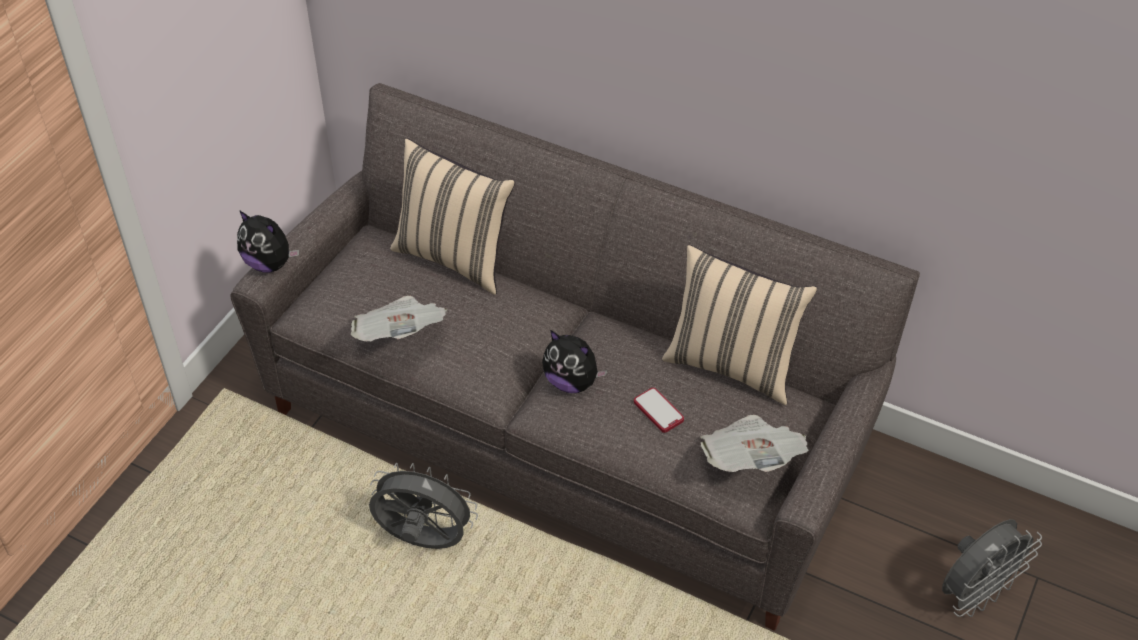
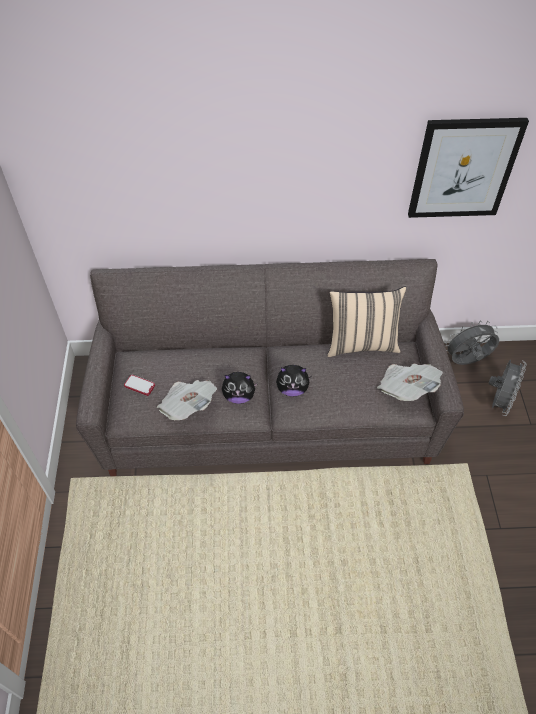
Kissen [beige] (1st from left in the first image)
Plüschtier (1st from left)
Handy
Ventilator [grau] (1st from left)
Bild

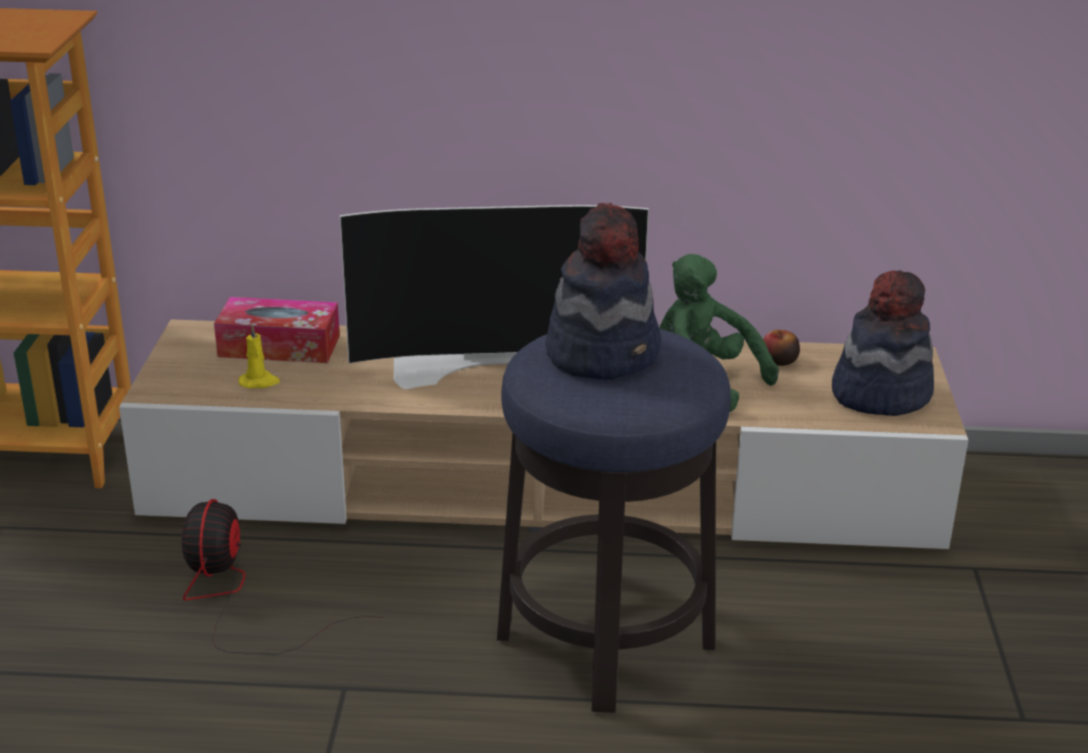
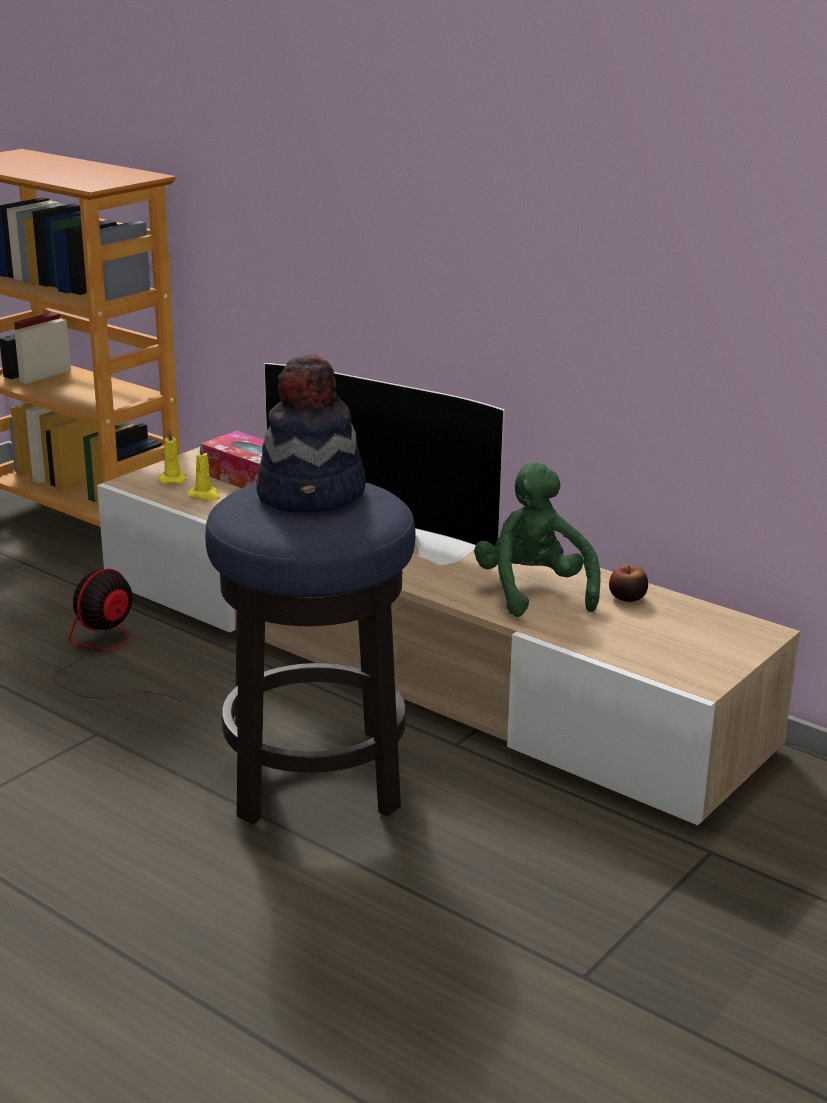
Hut (2nd from left in the first image)
Kerze [gelb] (1st from left)

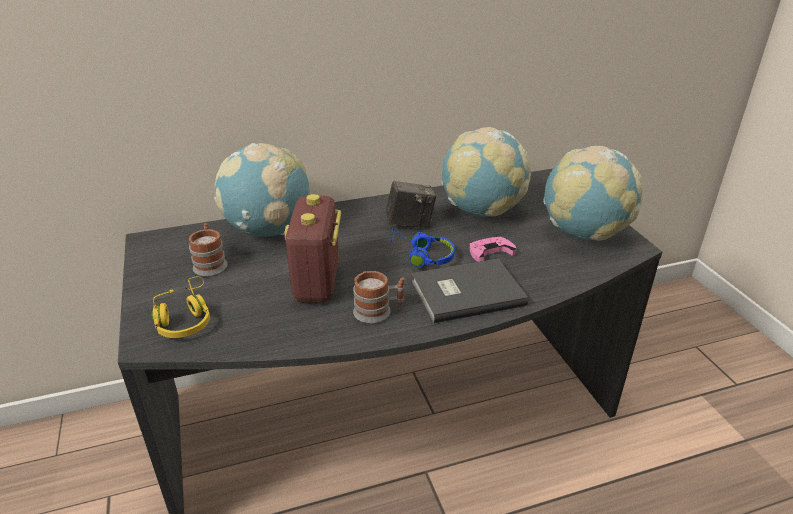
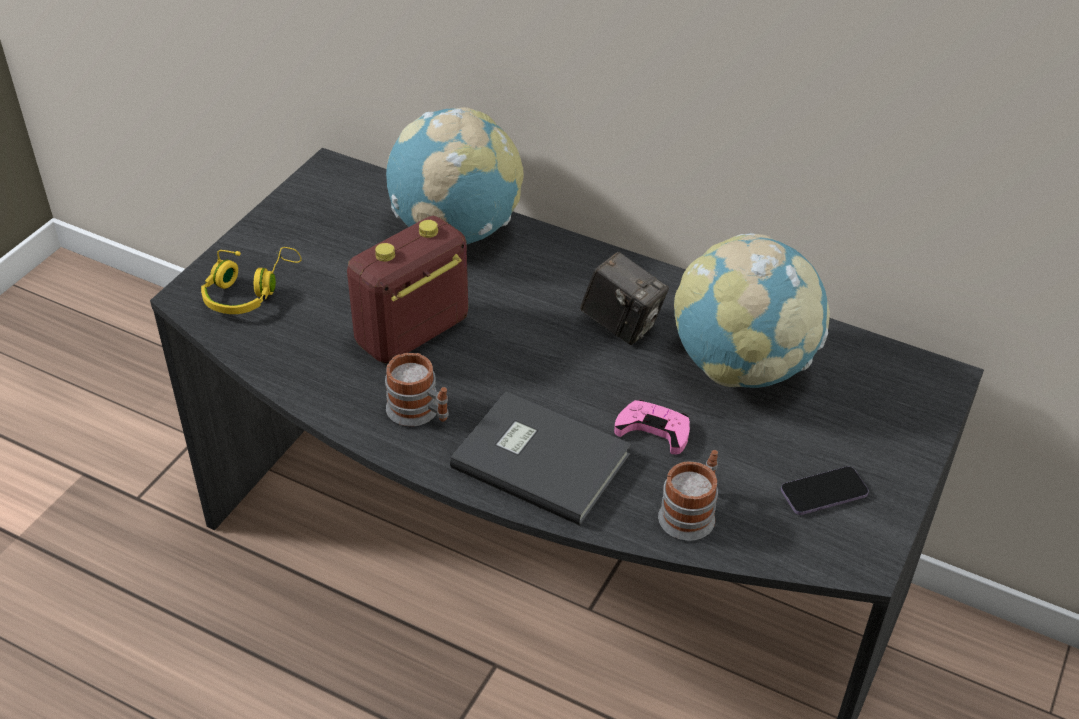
Handy
Henkelbecher (2nd from left)
Kopfhörer [blau]

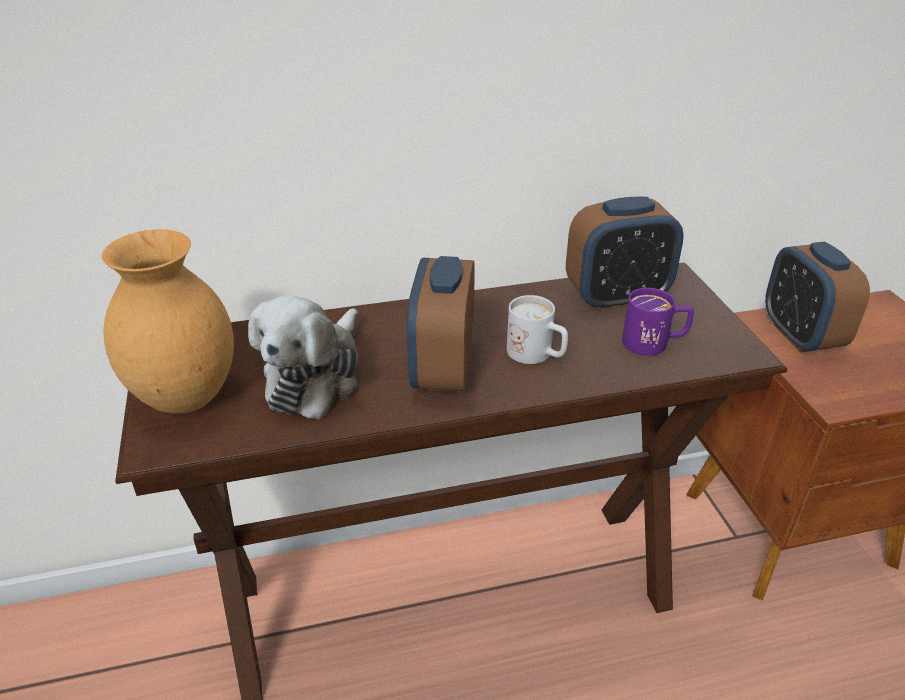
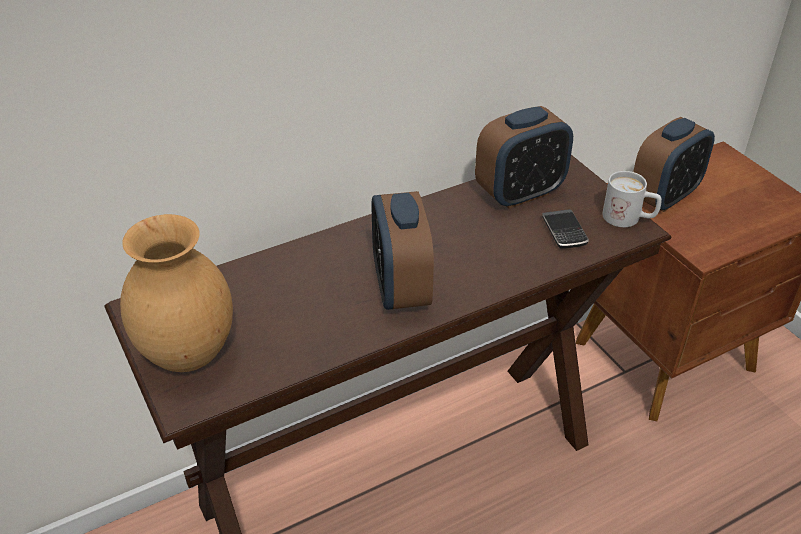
Wecker (3rd from left)
Handy
Henkelbecher [weiß]
Plüschtier

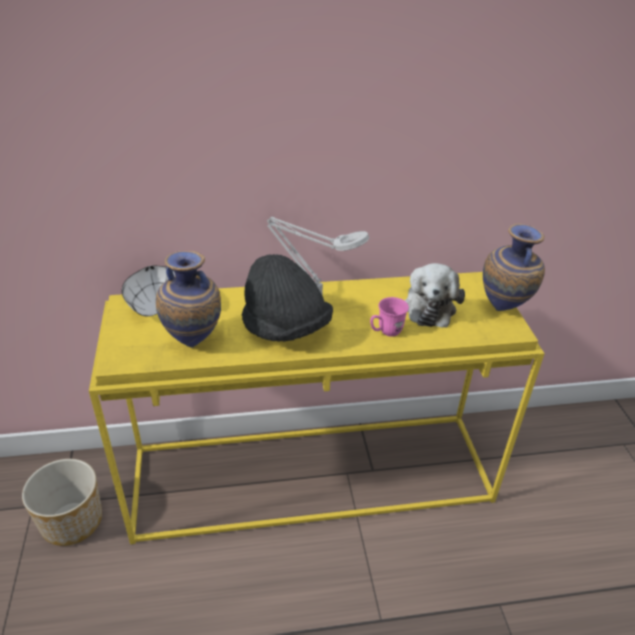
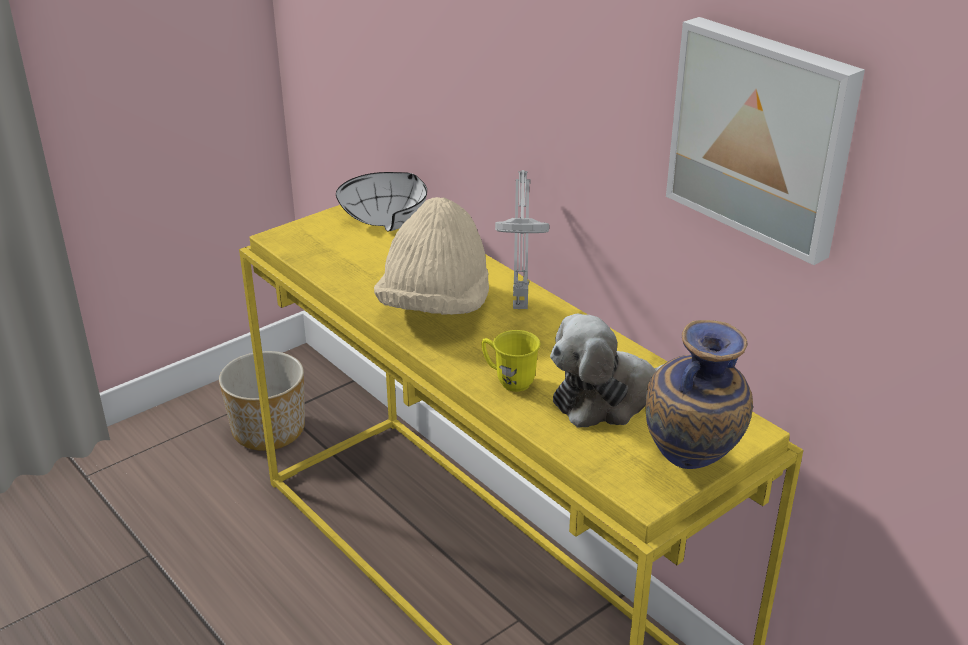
Vase (1st from left in the first image)
Hut [beige]
Henkelbecher [gelb]
Bild

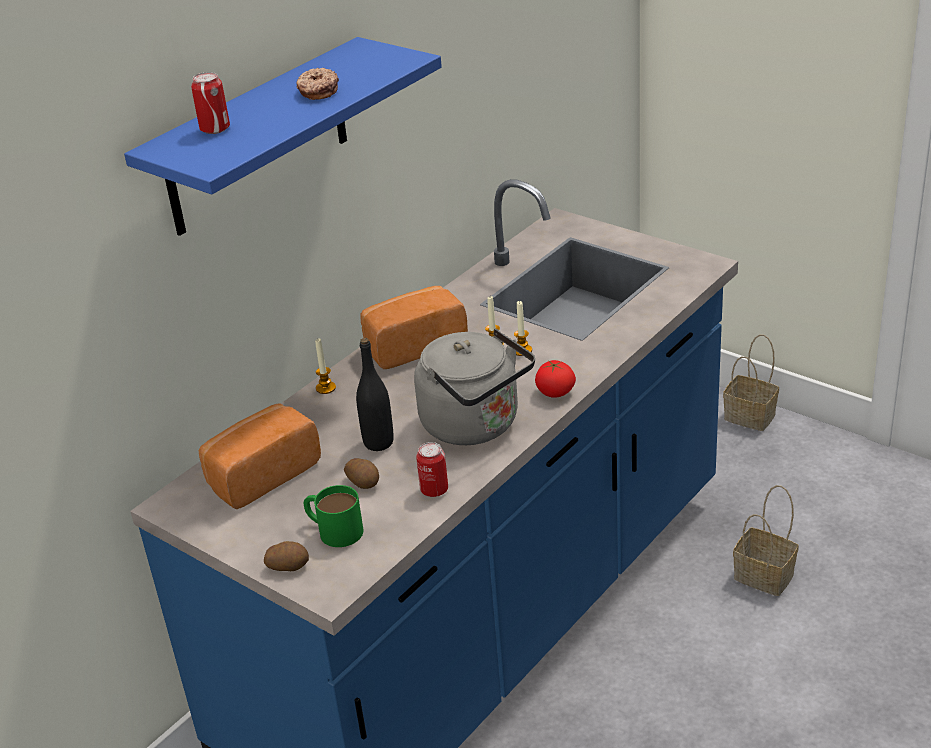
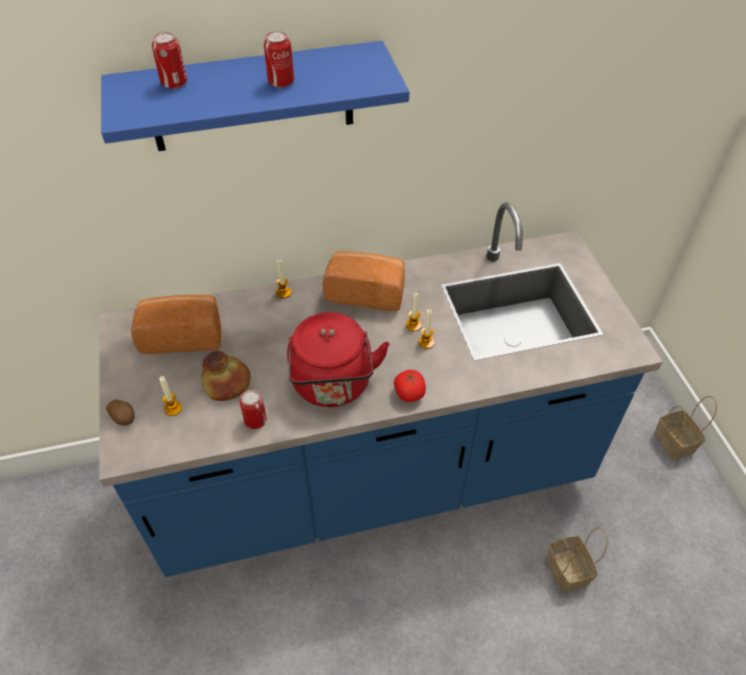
Dose (3rd from left)
Wasserkessel [rot]
Flasche [schwarz]
Brot (2nd from left)
Kerze (1st from left)

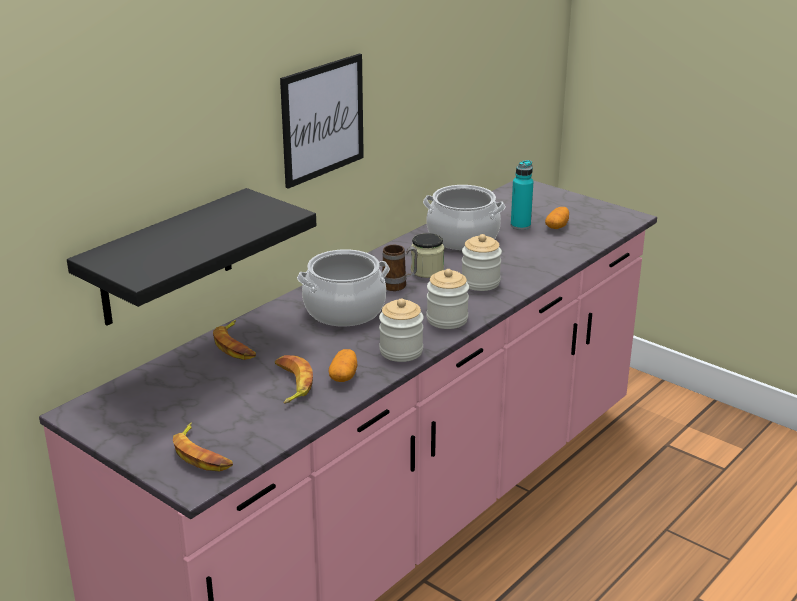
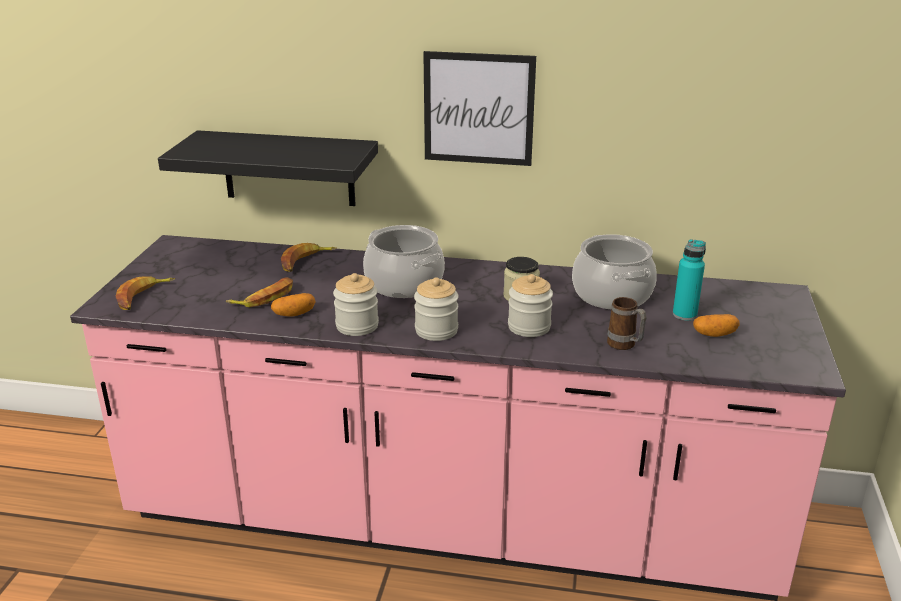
Henkelbecher

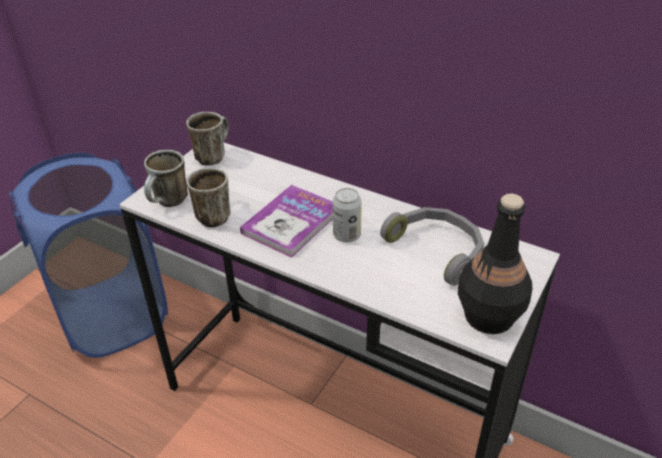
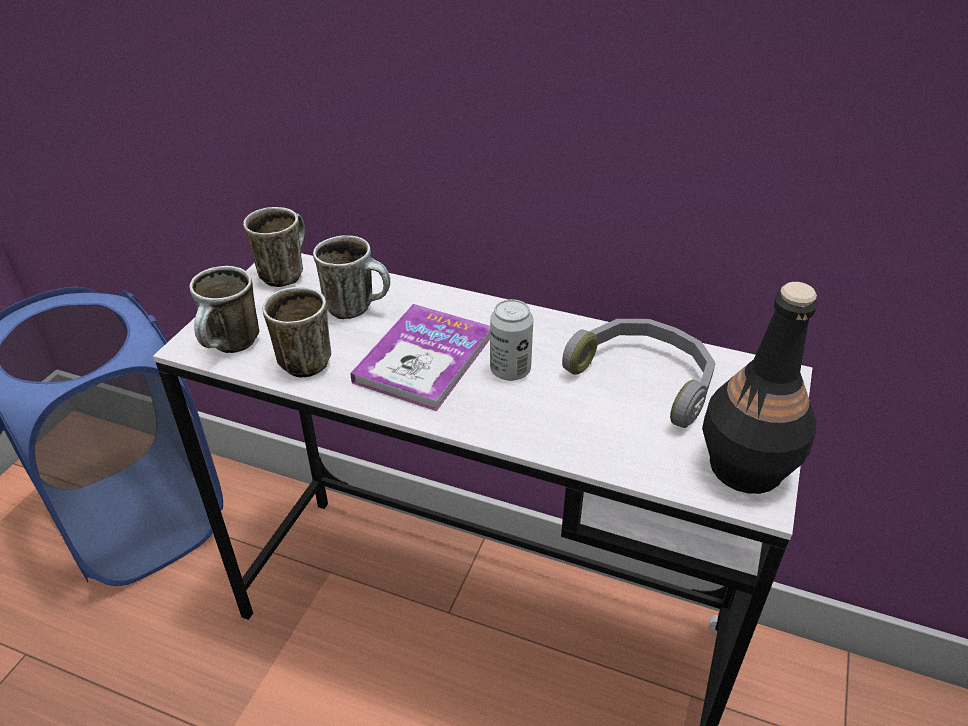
Henkelbecher (4th from left)

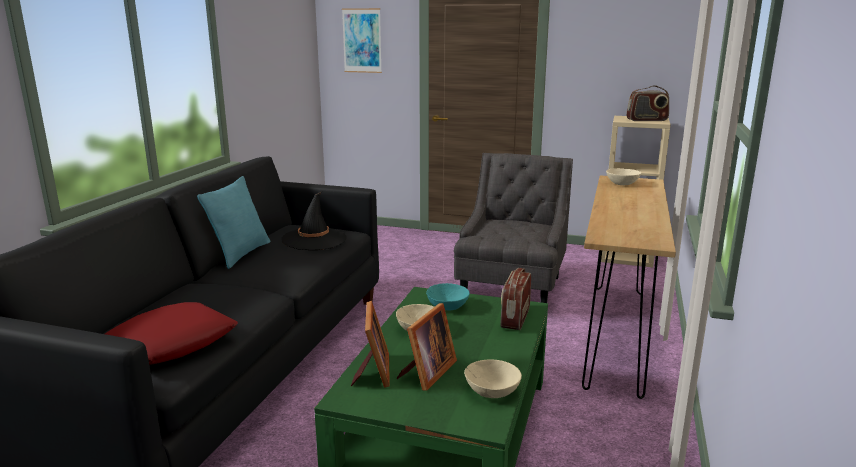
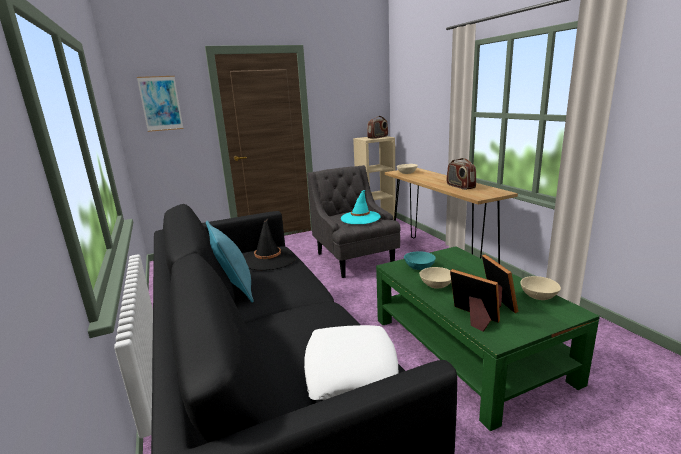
Radio (2nd from left)
Kissen [weiß]
Hut [türkis]

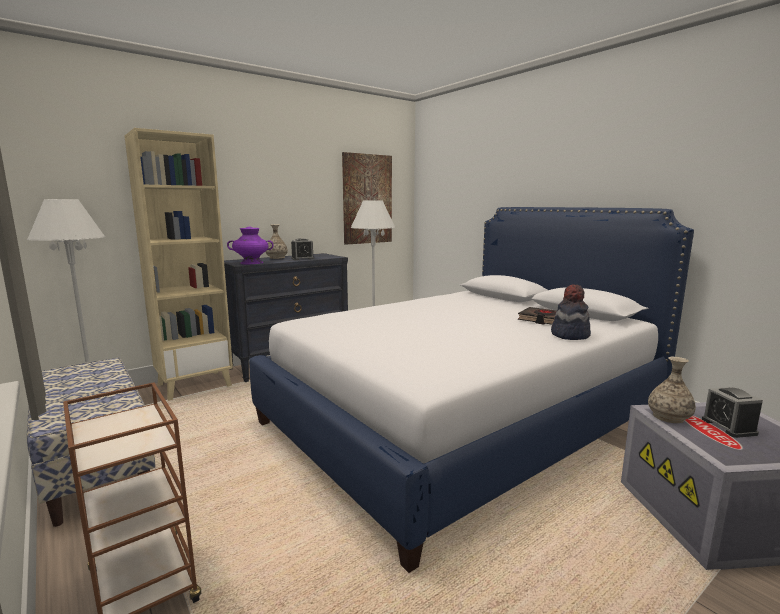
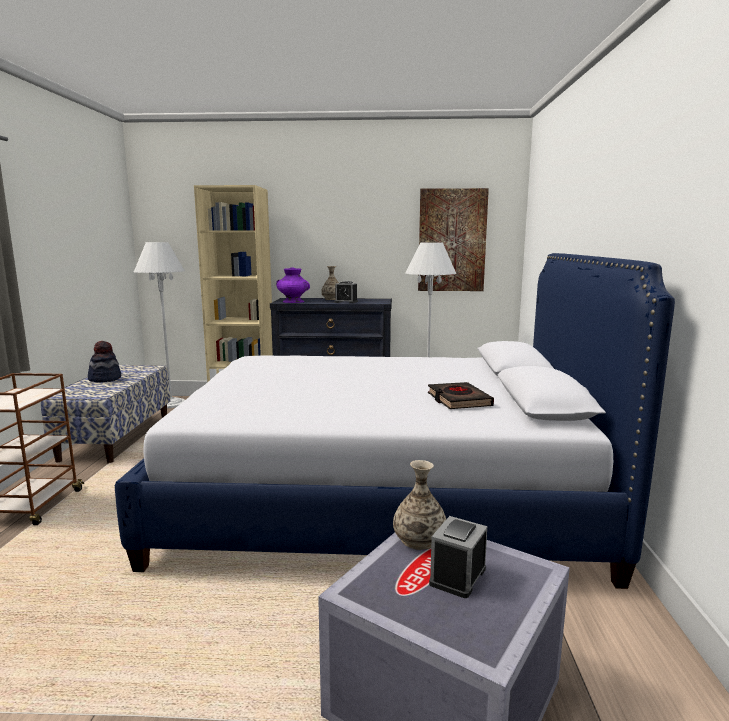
Hut

